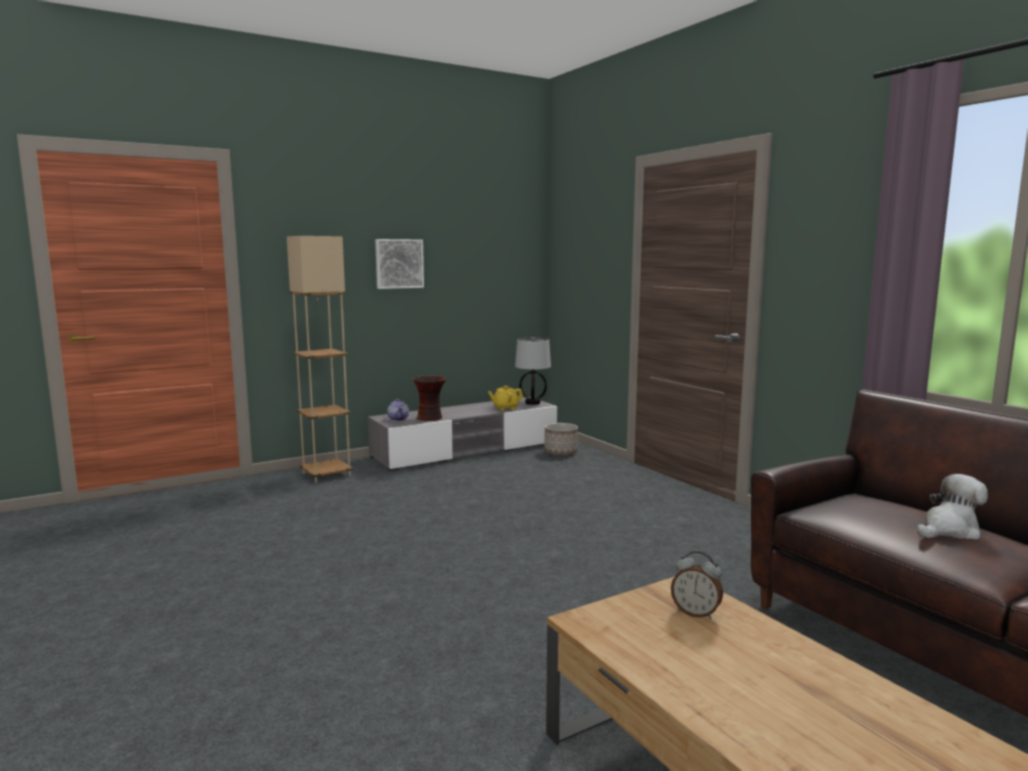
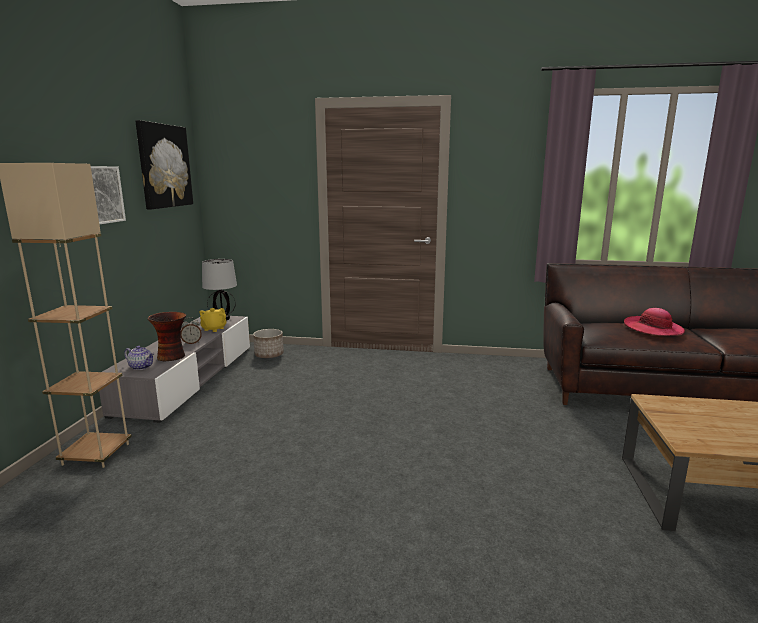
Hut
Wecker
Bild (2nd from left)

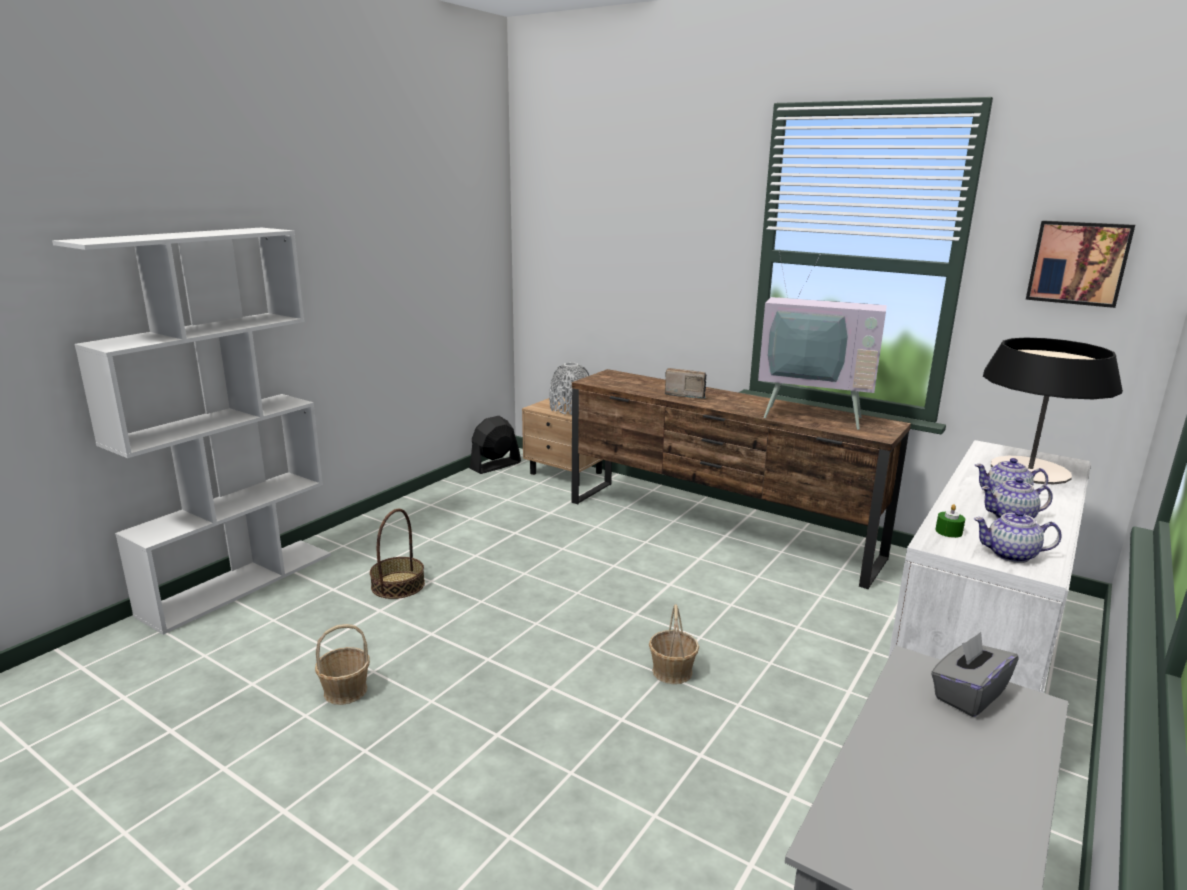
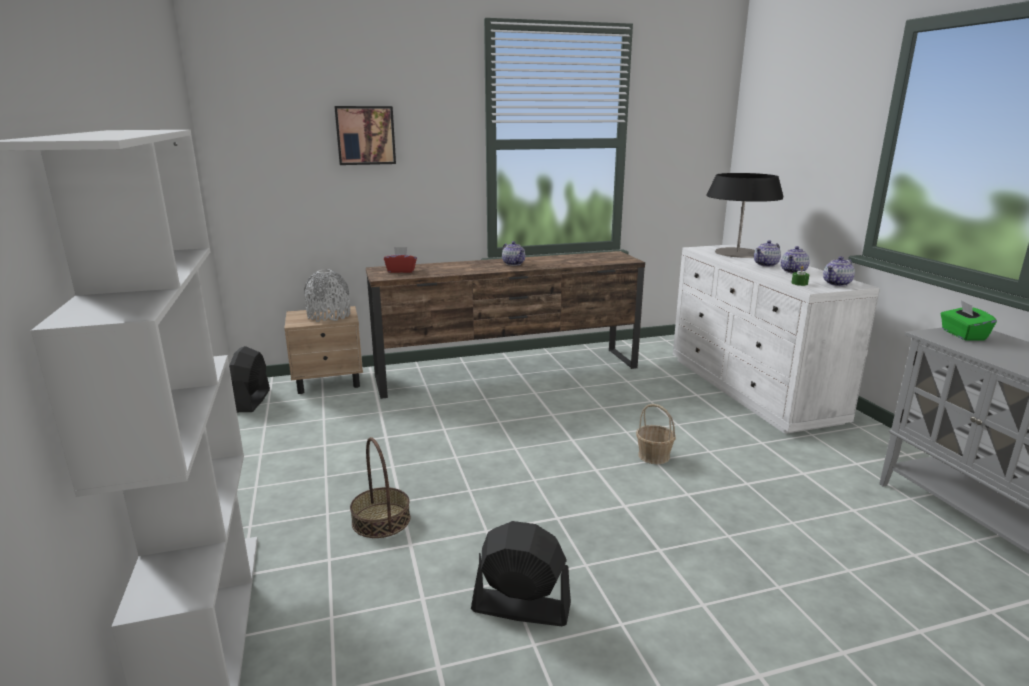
Bild
Fernseher
Radio
Ventilator [schwarz] (2nd from left)
Taschentuchbox [grün]
Teekanne (1st from left)
Taschentuchbox [rot]

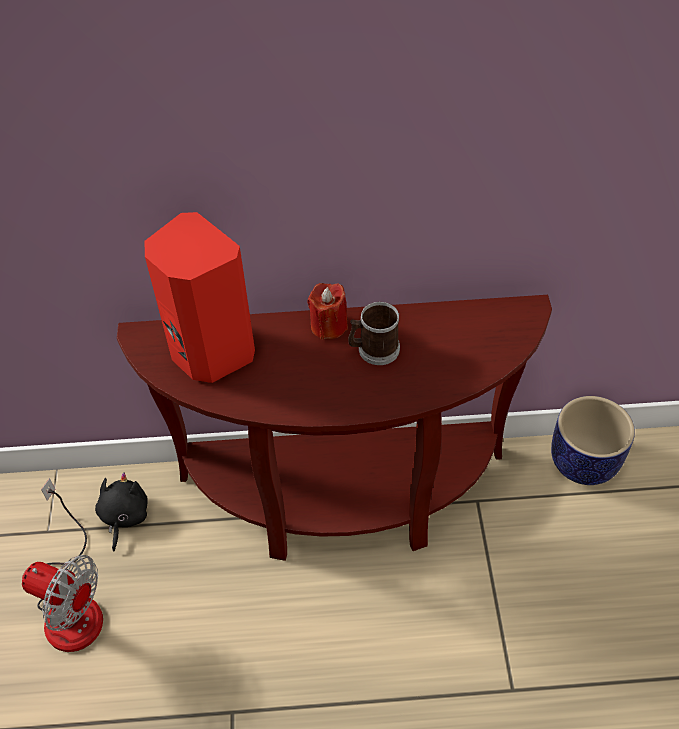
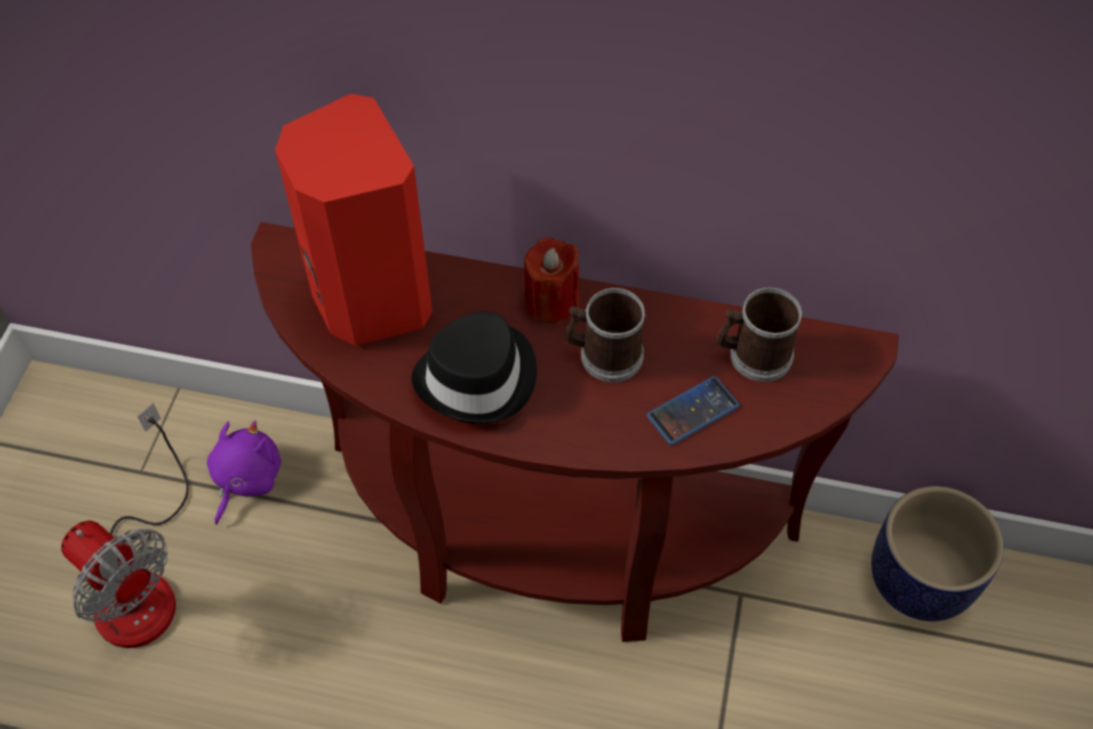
Plüschtier [lila]
Henkelbecher (2nd from left)
Hut [schwarz]
Handy

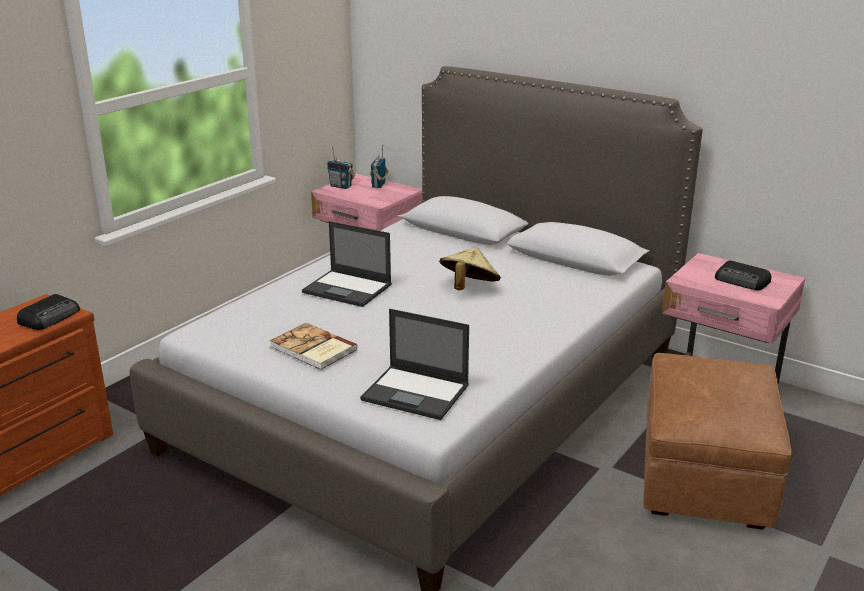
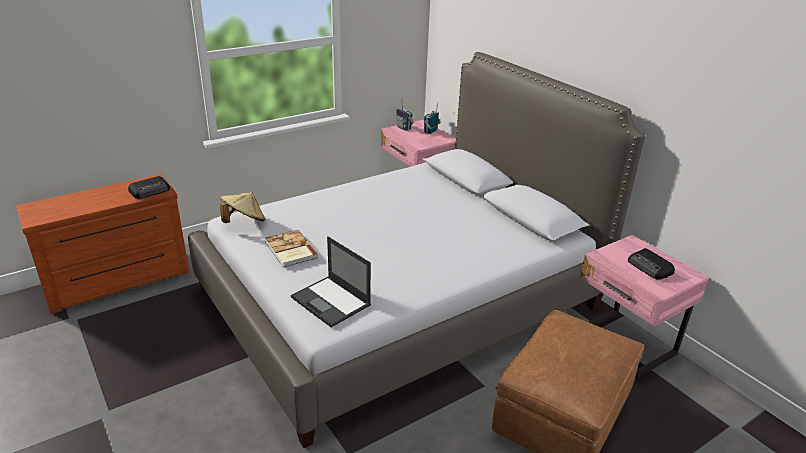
Laptop (1st from left in the first image)
Hut [beige]

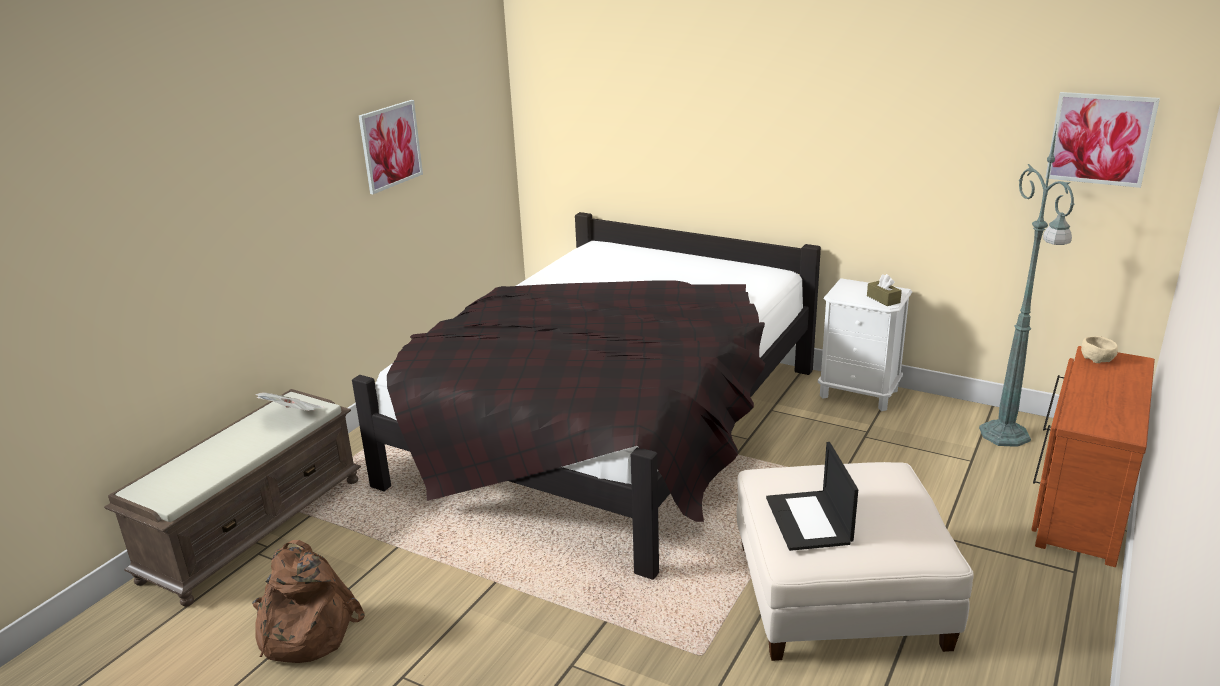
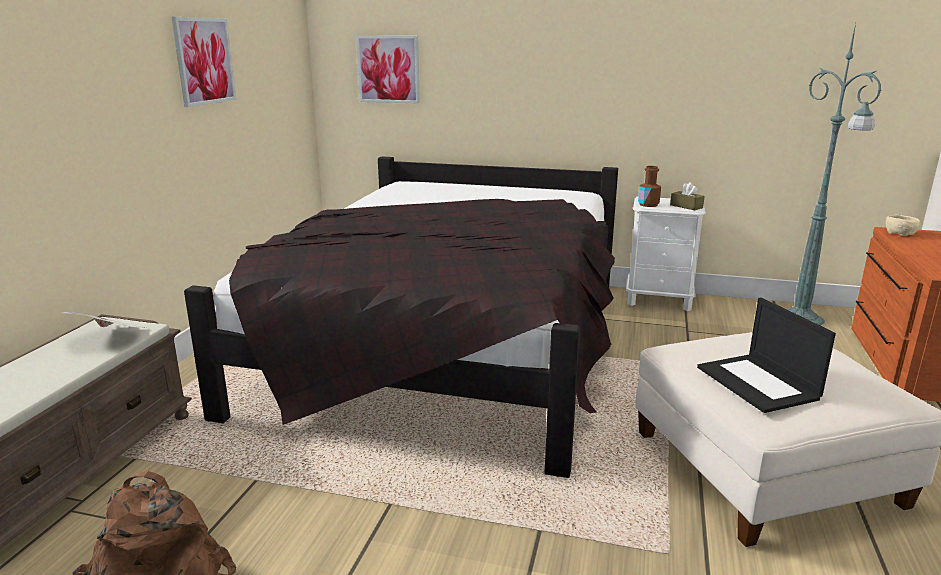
Bild (2nd from left)
Flasche [braun]

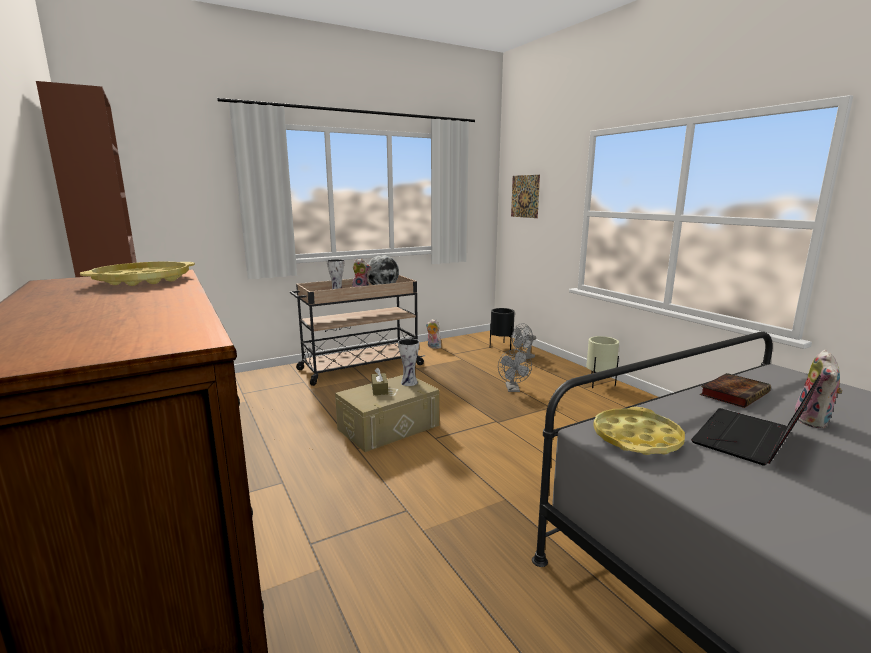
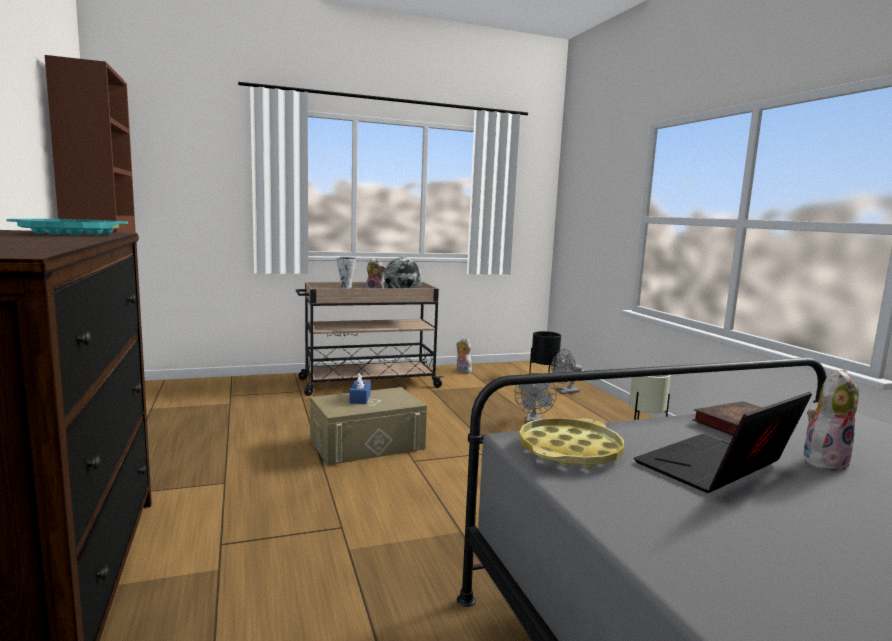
Bild
Tablett [türkis]
Vase (2nd from left in the first image)
Plüschtier (3rd from left)
Taschentuchbox [blau]

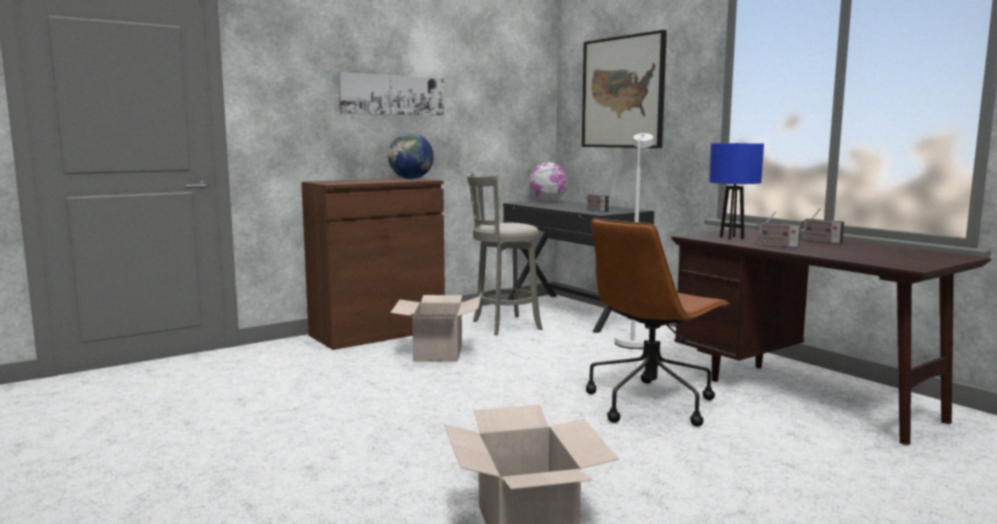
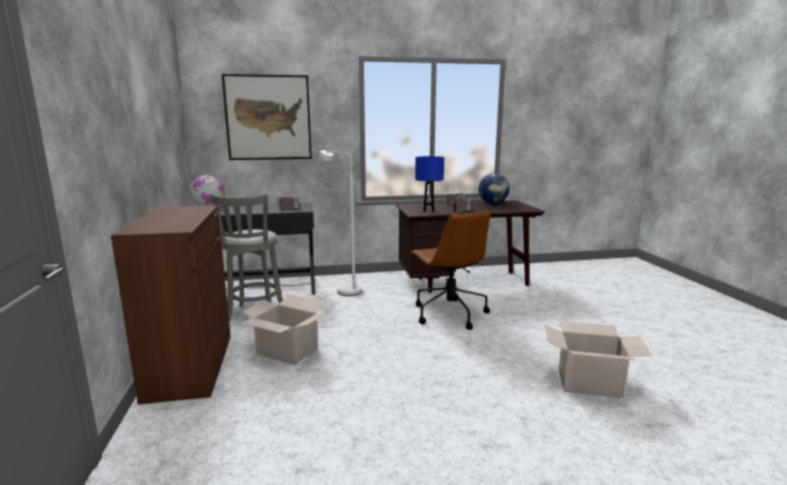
Bild (1st from left in the first image)
Globus (2nd from left)

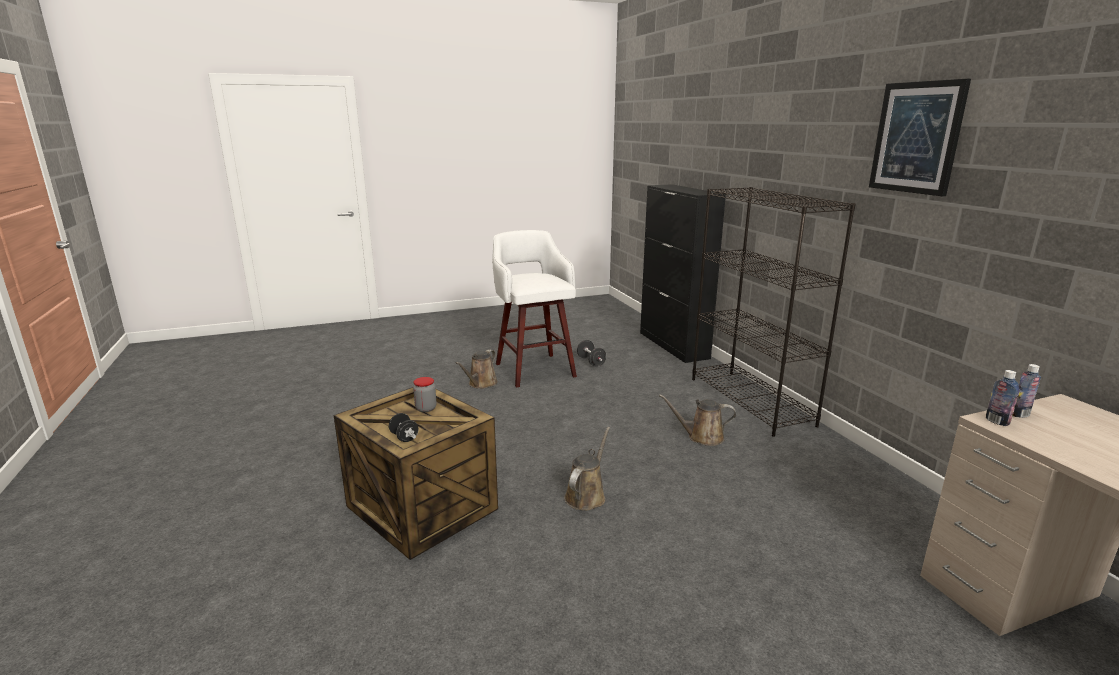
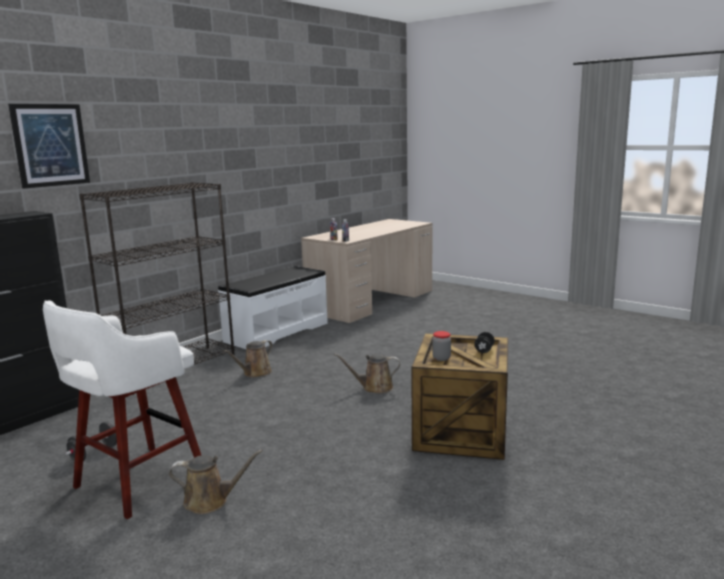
Bild
Gießkanne [braun] (2nd from left)
Bank [weiß]

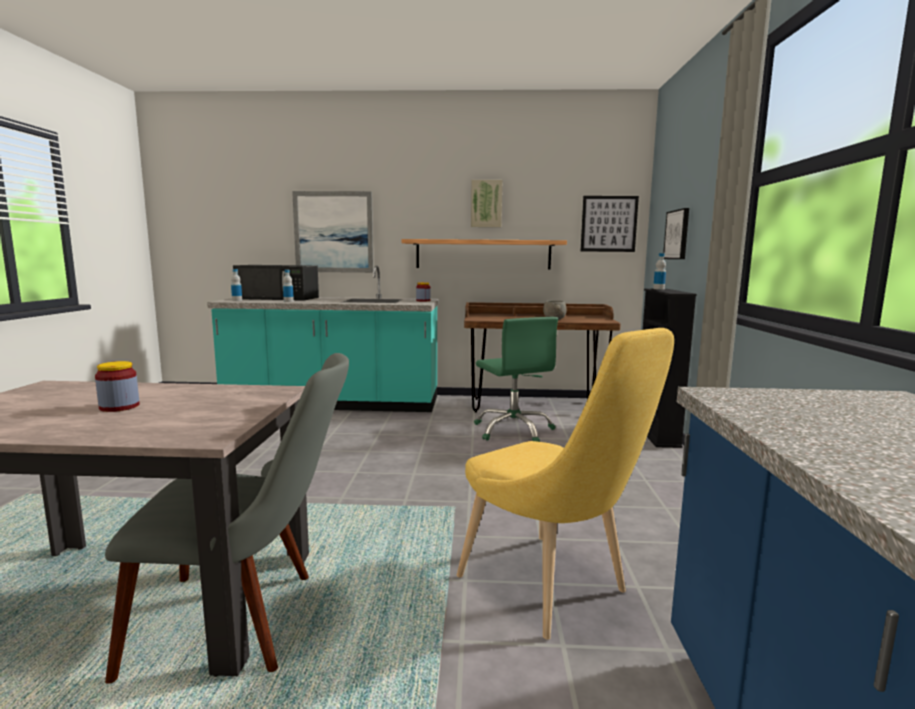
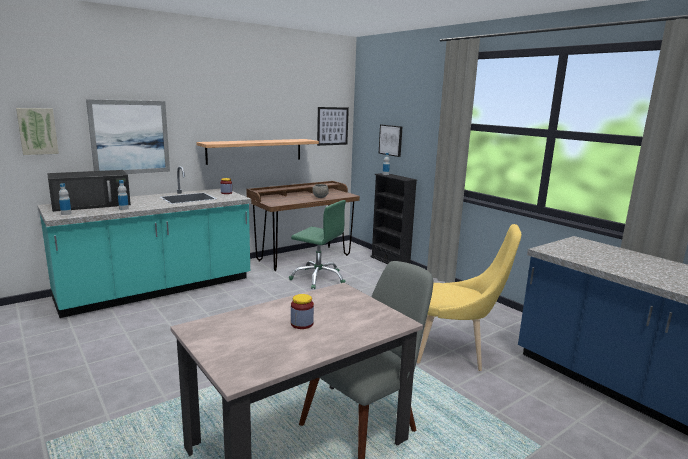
Bild (1st from left)

